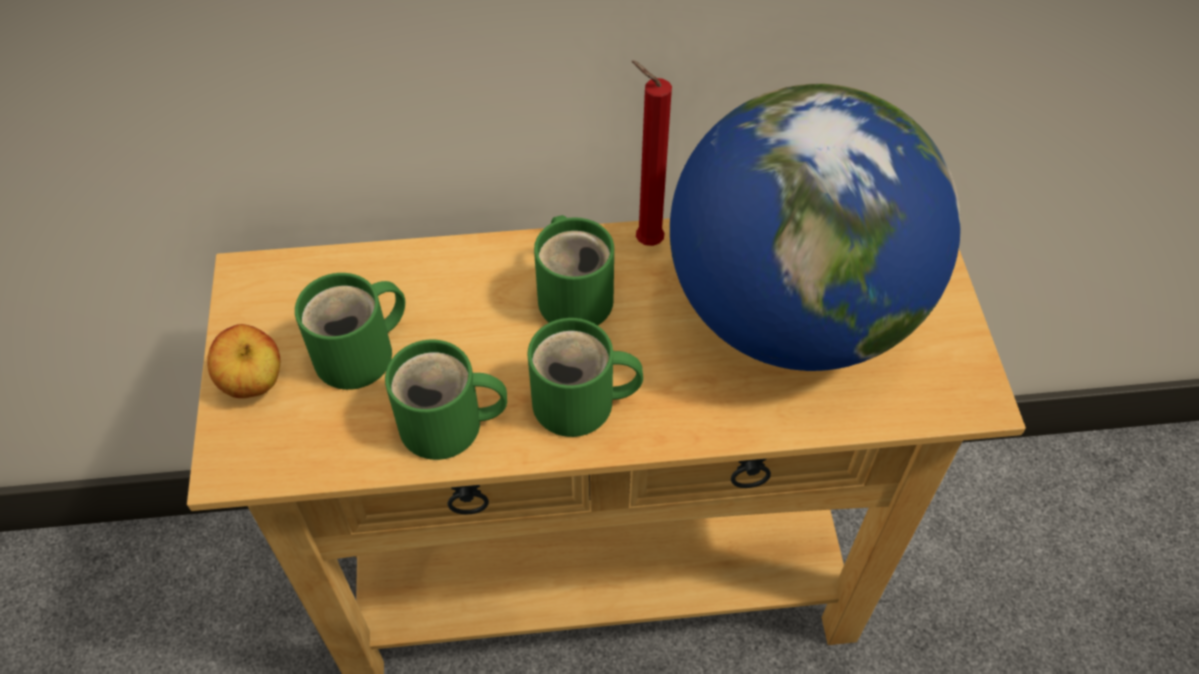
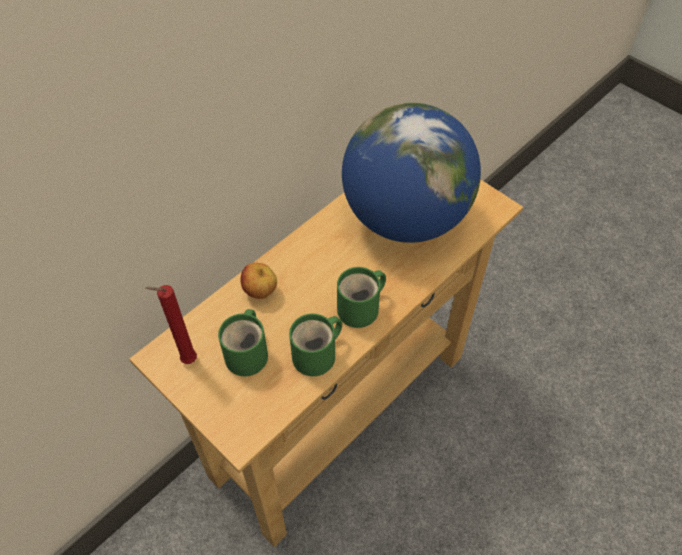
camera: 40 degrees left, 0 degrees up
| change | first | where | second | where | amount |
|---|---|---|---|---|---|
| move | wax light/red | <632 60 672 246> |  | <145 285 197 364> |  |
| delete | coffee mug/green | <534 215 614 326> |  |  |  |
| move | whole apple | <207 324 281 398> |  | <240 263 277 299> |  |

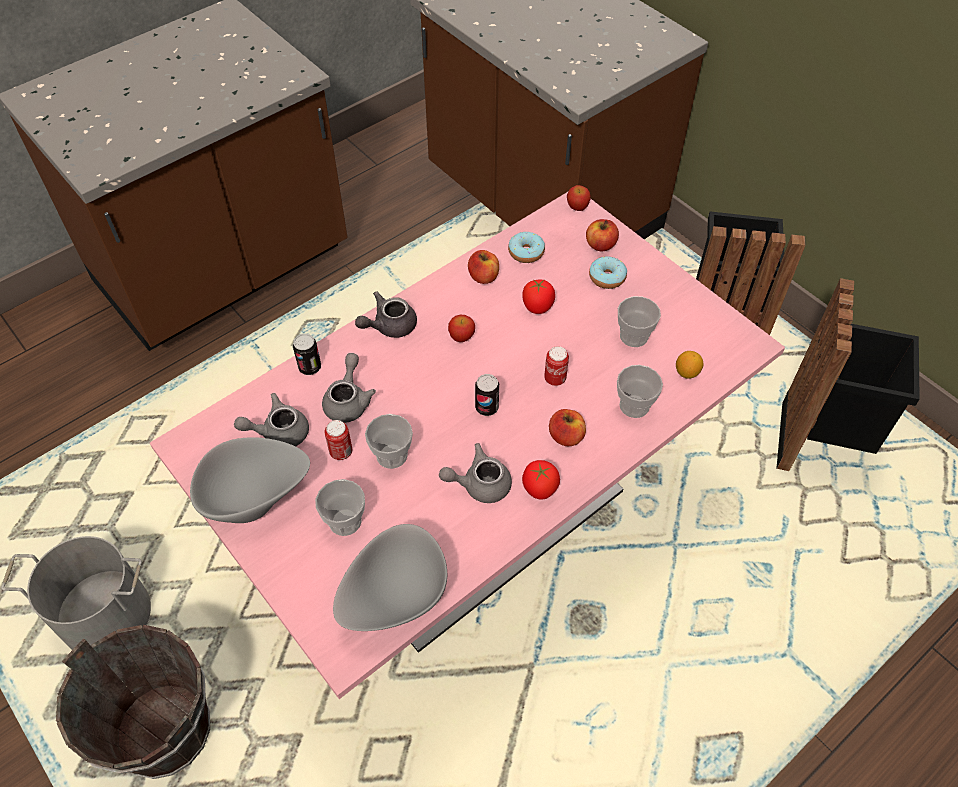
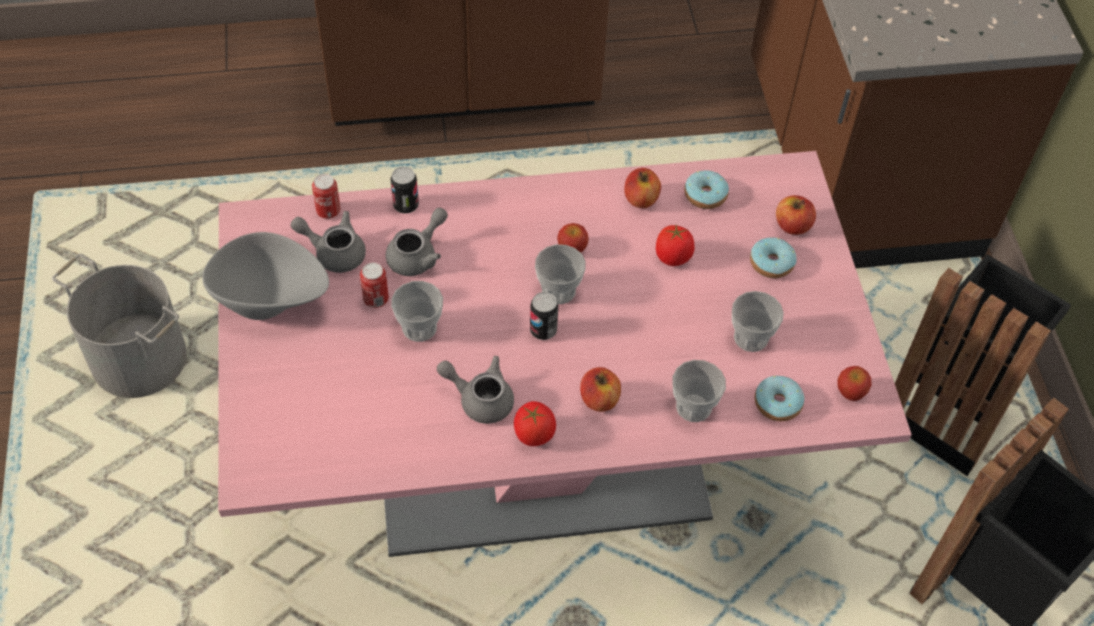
camera: 30 degrees right, 0 degrees up
| change | first | where | second | where | amount |
|---|---|---|---|---|---|
| move | whole apple | <567 185 591 211> |  | <838 366 871 401> |  |
| delete | teapot/greyish | <355 291 417 338> |  |  |  |
| move | can | <544 346 569 386> |  | <312 174 341 219> |  |
| replace | lemon | <676 351 703 379> | doughnut | <755 376 804 421> |  |
| move | cup | <315 479 365 536> |  | <535 244 586 304> |  |
| delete | deep dish/greyish | <333 524 447 631> |  |  |  |
| delete | water bucket/brown-coloured | <56 625 210 779> |  |  |  |

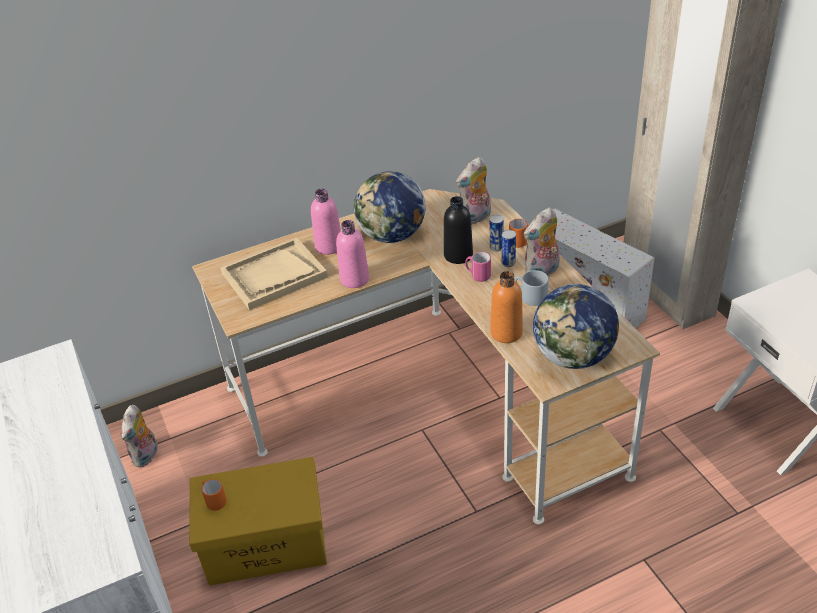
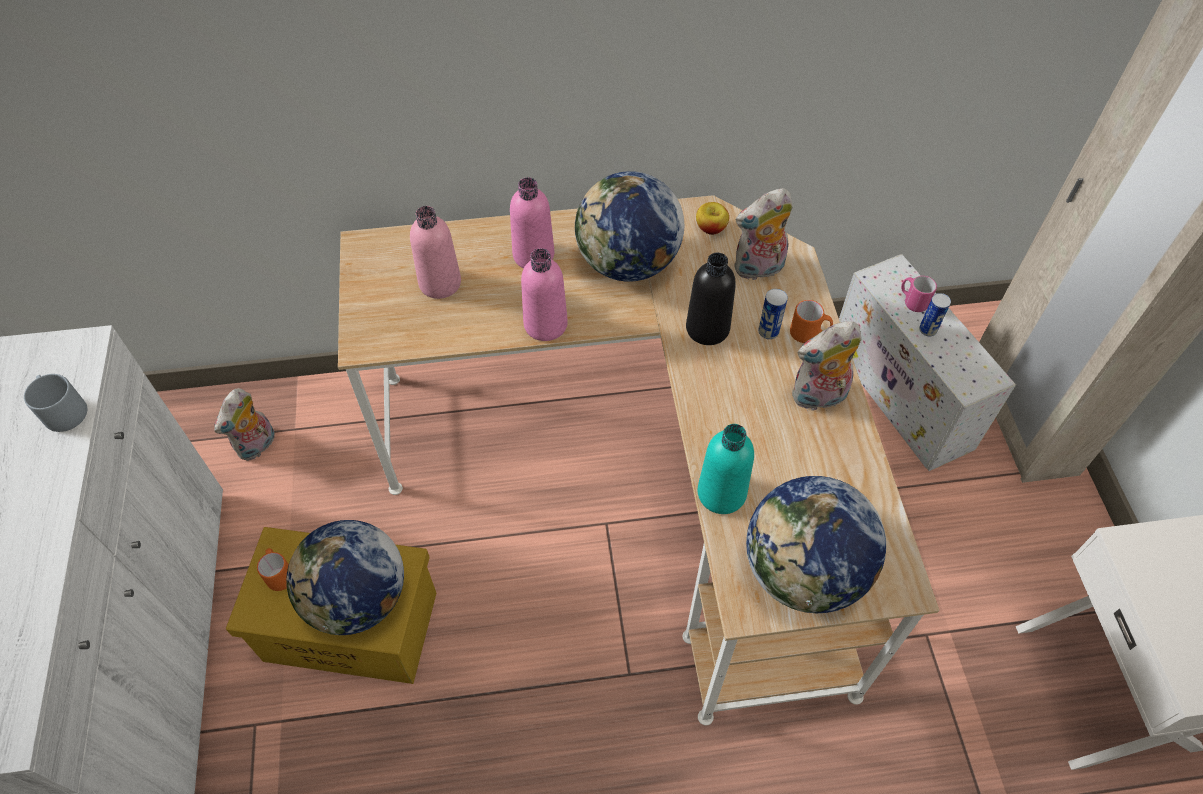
camera: 15 degrees right, 15 degrees up
| change | first | where | second | where | amount |
|---|---|---|---|---|---|
| move | can | <502 230 516 267> |  | <919 293 951 337> |  |
| replace | carrying tray/beige | <221 237 328 310> | drink bottle/pink-coloured | <410 206 461 299> |  |
| move | coffee mug/pink-coloured | <465 252 491 282> |  | <901 276 937 312> |  |
| move | coffee mug/greyish | <514 270 549 306> |  | <24 374 87 432> |  |
| recolor | drink bottle/orange-coloured | <490 271 523 343> | drink bottle/blue-green | <698 424 754 514> |  |
| insert |  |  | whole apple | <696 202 729 235> |  |
| insert |  |  | world globe | <286 520 404 635> |  |

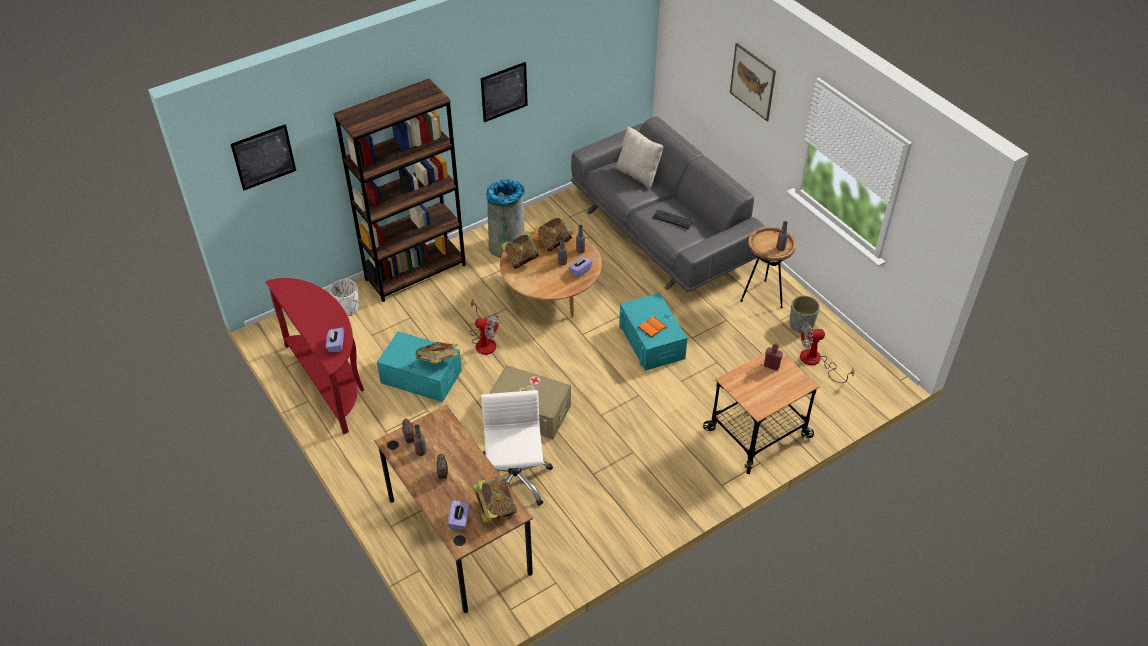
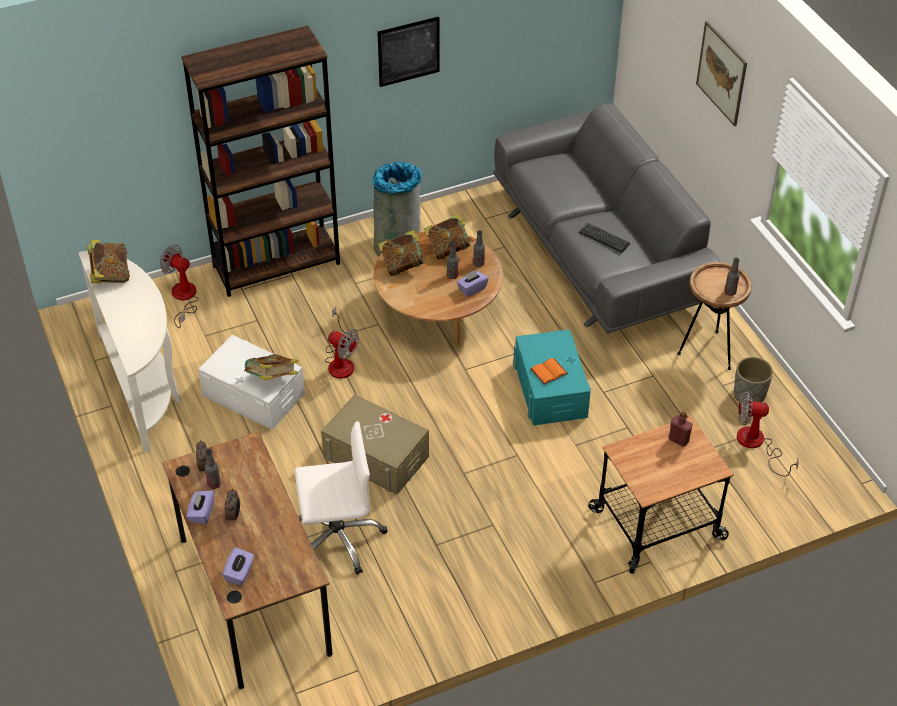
camera: 10 degrees right, 0 degrees up
| change | first | where | second | where | amount |
|---|---|---|---|---|---|
| delete | picture | <231 124 296 191> |  |  |  |
| delete | pillow/beige | <615 126 663 189> |  |  |  |
| recolor | console table/red | <266 278 364 434> | console table/whitish | <78 251 181 452> |  |
| replace | planter/whitish | <330 279 359 316> | electric fan | <160 244 199 328> |  |
| move | tissue holder/purple | <326 327 344 352> |  | <187 491 214 524> |  |
| recolor | storage box/blue-green | <377 331 462 402> | storage box/whitish | <198 335 305 430> |  |
| rotate | computer chair/whitish | <481 390 553 506> |  | <295 421 387 575> | 75 degrees clockwise |
| move | book | <472 477 517 523> |  | <87 240 130 283> |  |

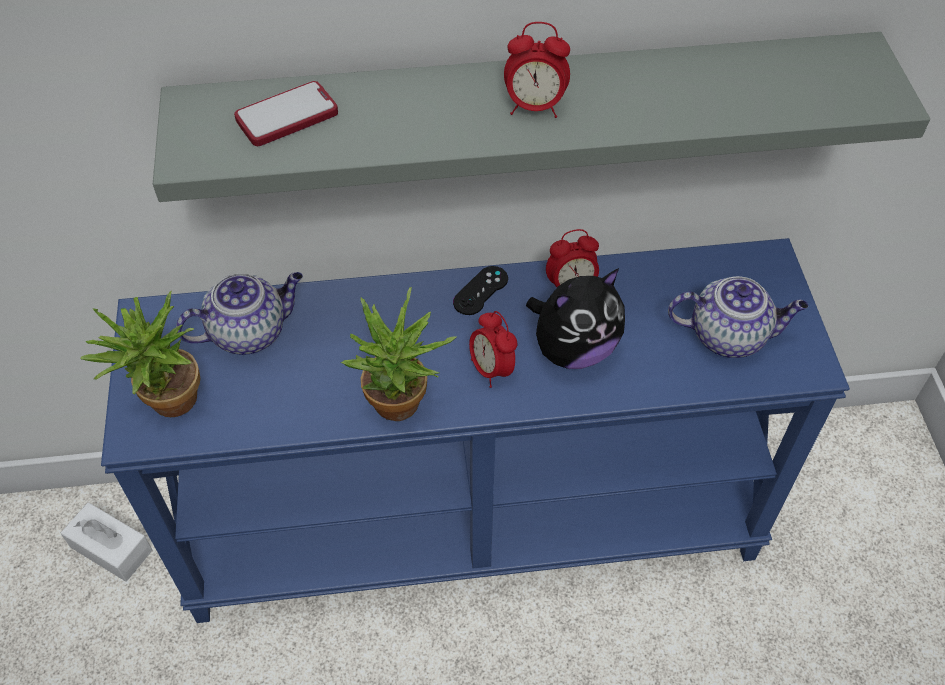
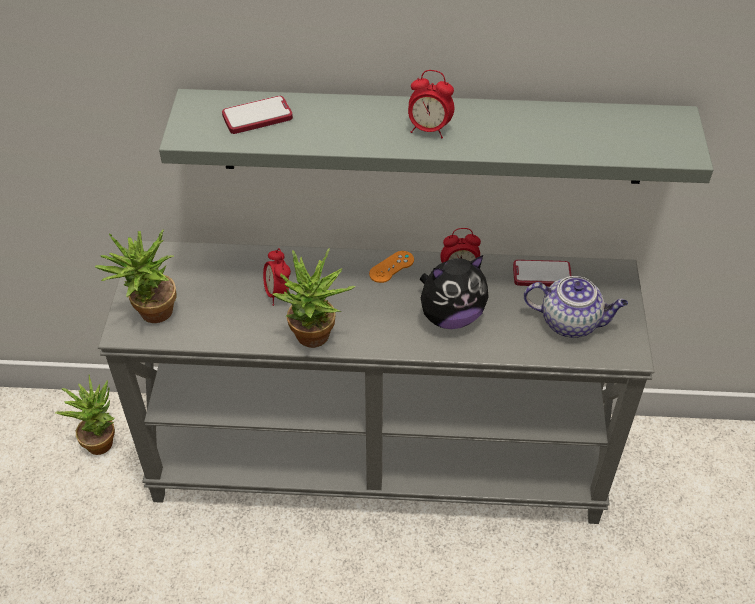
camera: 10 degrees right, 5 degrees down
| change | first | where | second | where | amount |
|---|---|---|---|---|---|
| recolor | console table/blue-coloured | <101 238 850 623> | console table/greyish | <98 240 655 524> |  |
| recolor | game controller/black-coloured | <453 266 508 315> | game controller/orange-coloured | <369 251 414 283> |  |
| delete | teapot | <176 272 303 355> |  |  |  |
| move | table clock | <469 311 517 388> |  | <263 248 291 306> |  |
| replace | tissue holder/whitish | <61 502 152 582> | houseplant | <55 375 115 455> |  |
| insert |  |  | telephone | <513 260 572 287> |  |

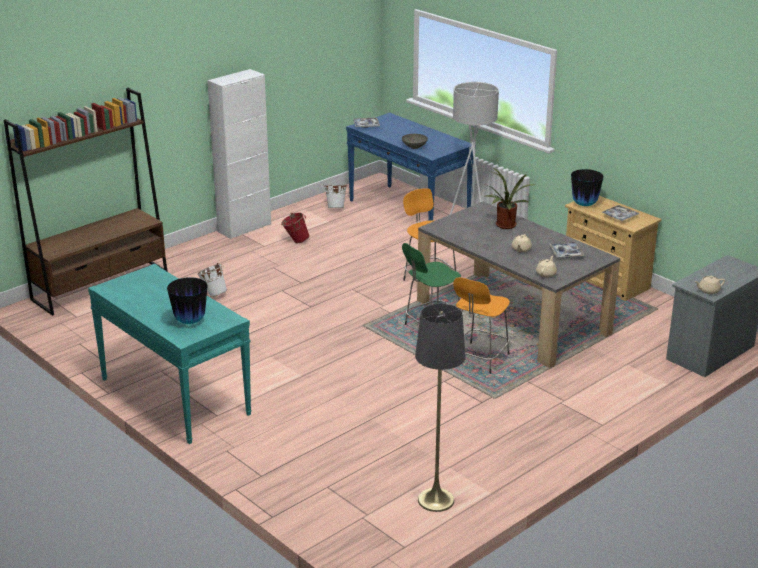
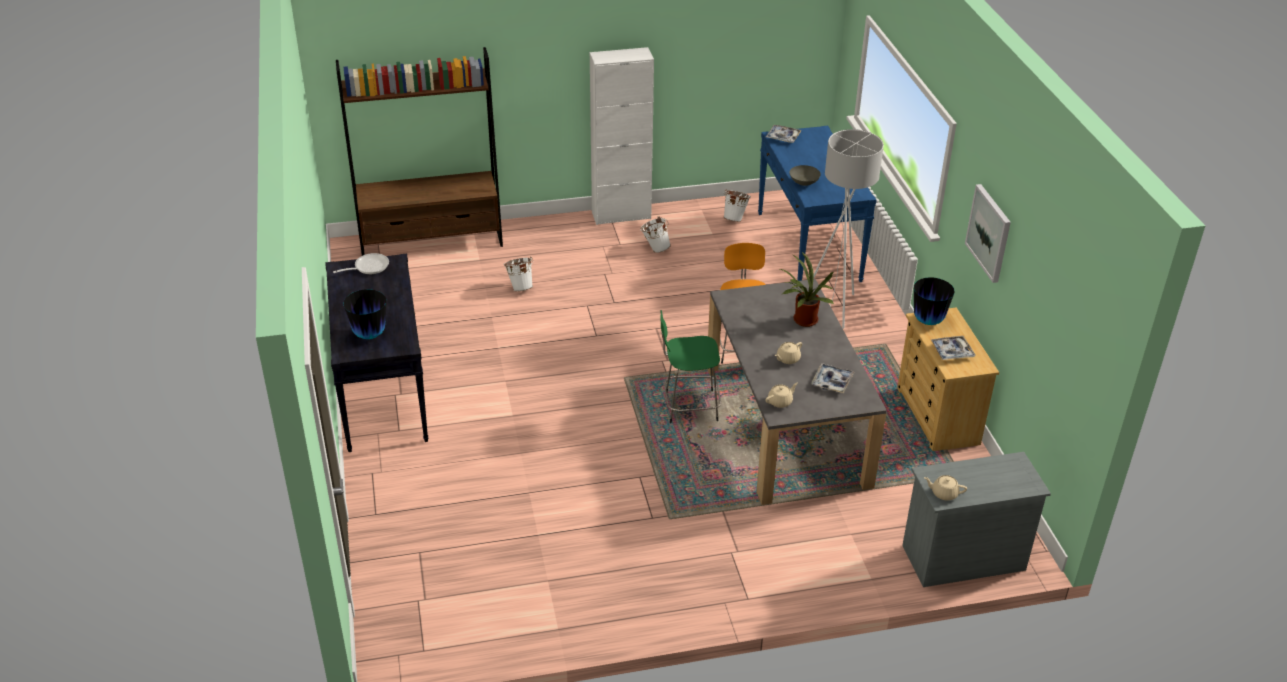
camera: 30 degrees right, 10 degrees up
| change | first | where | second | where | amount |
|---|---|---|---|---|---|
| recolor | water bucket/red | <281 213 310 243> | water bucket/whitish | <640 216 671 253> |  |
| recolor | console table/blue-green | <88 264 252 444> | console table/black-coloured | <325 254 429 452> |  |
| delete | stool/orange-coloured | <453 277 510 374> |  |  |  |
| delete | floor lamp/greyish | <415 303 466 512> |  |  |  |
| insert |  |  | picture | <965 184 1011 283> |  |
| insert |  |  | frying pan | <333 253 389 274> |  |

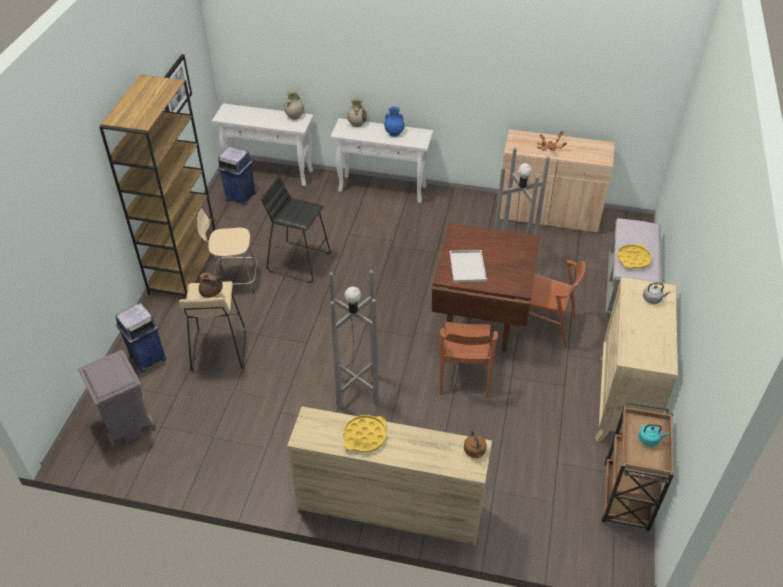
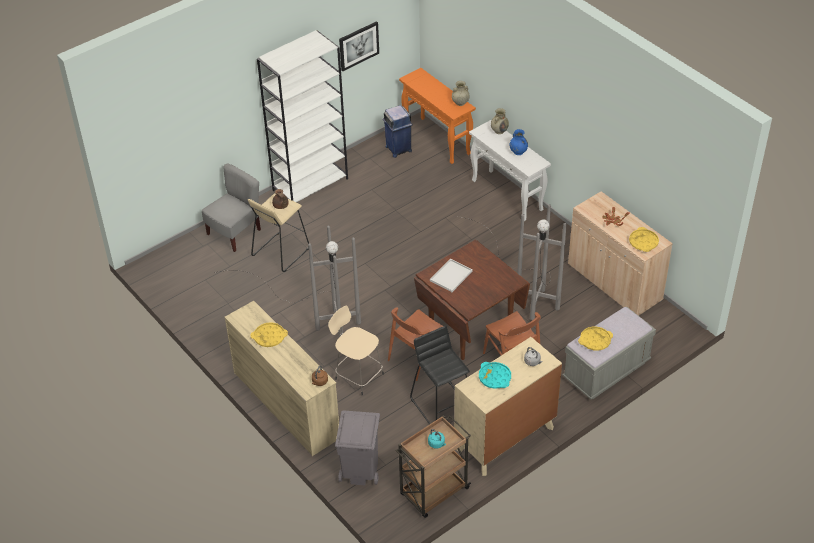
camera: 40 degrees right, 0 degrees up
| change | first | where | second | where | amount |
|---|---|---|---|---|---|
| recolor | bookshelf/brown-coloured | <99 75 215 297> | bookshelf/whitish | <257 30 348 202> |  |
| recolor | console table/whitish | <212 103 313 187> | console table/orange-coloured | <399 68 476 164> |  |
| move | stool/black-coloured | <261 176 331 283> |  | <410 326 470 424> |  |
| move | stool/beige | <197 208 257 293> |  | <328 306 384 396> |  |
| replace | waste bin/blue-coloured | <116 303 167 372> | plain chair/greyish | <202 163 261 252> |  |
| move | waste bin/greyish | <78 350 156 447> |  | <335 410 380 485> |  |
| insert |  |  | carrying tray/yellow-coloured | <629 227 659 252> |  |
| insert |  |  | carrying tray/blue-green | <479 362 511 389> |  |

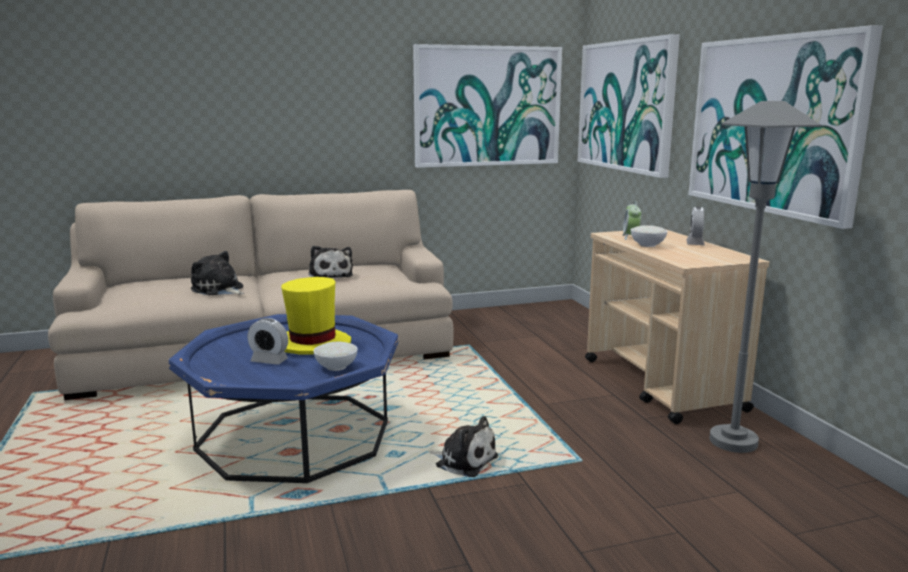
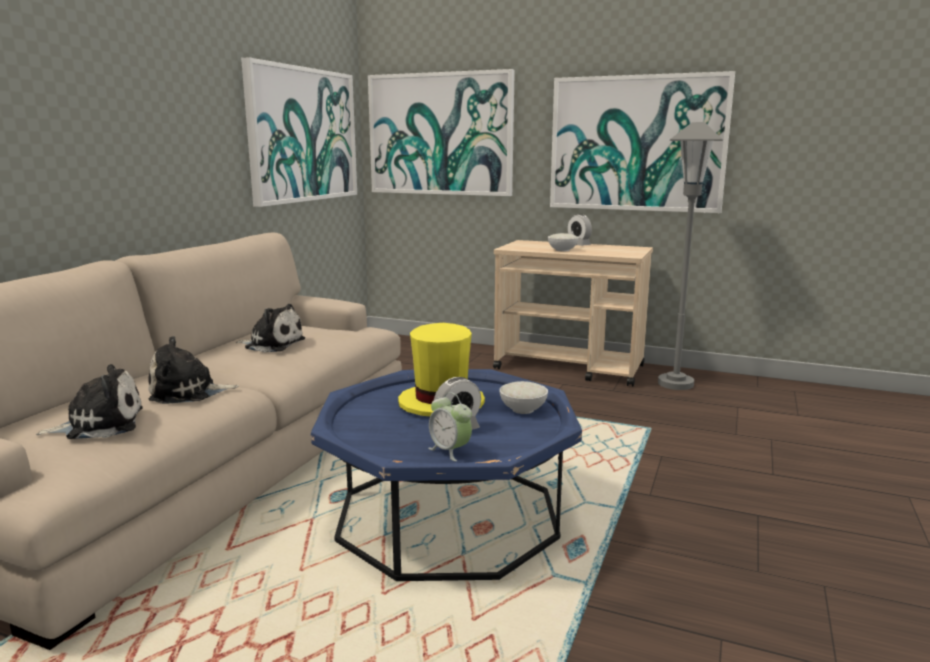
camera: 50 degrees left, 0 degrees up
| change | first | where | second | where | amount |
|---|---|---|---|---|---|
| move | table clock | <622 201 641 240> |  | <428 392 472 461> |  |
| move | plush toy | <428 416 498 477> |  | <36 364 143 439> |  |

